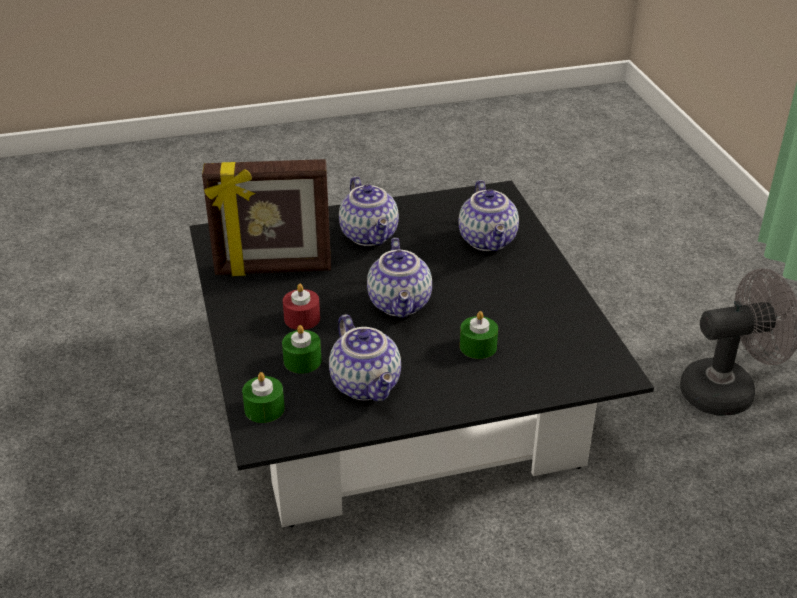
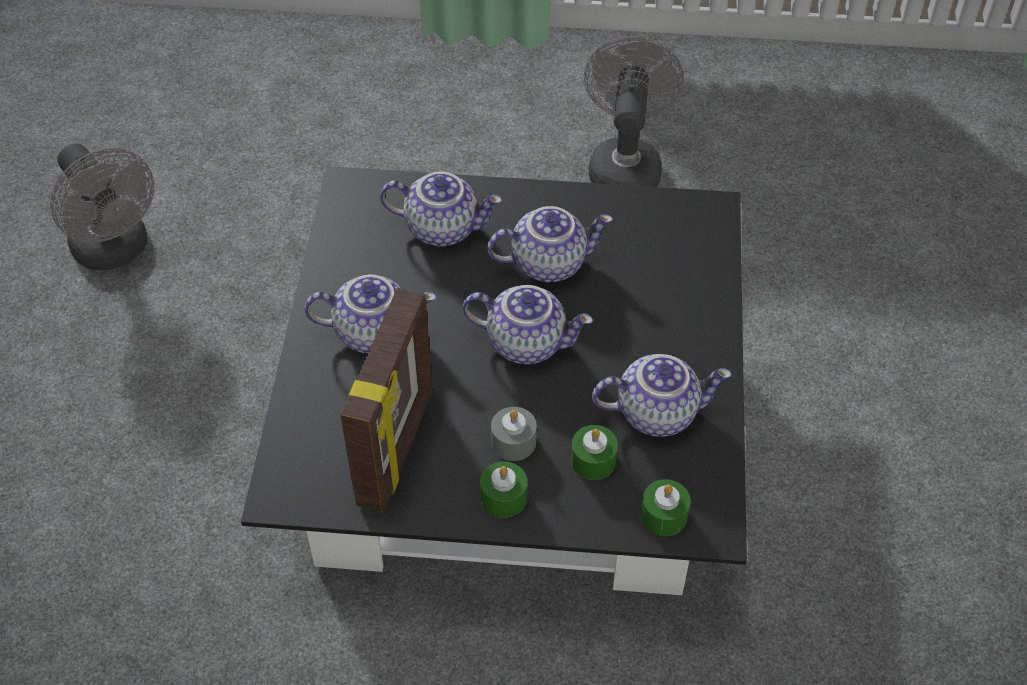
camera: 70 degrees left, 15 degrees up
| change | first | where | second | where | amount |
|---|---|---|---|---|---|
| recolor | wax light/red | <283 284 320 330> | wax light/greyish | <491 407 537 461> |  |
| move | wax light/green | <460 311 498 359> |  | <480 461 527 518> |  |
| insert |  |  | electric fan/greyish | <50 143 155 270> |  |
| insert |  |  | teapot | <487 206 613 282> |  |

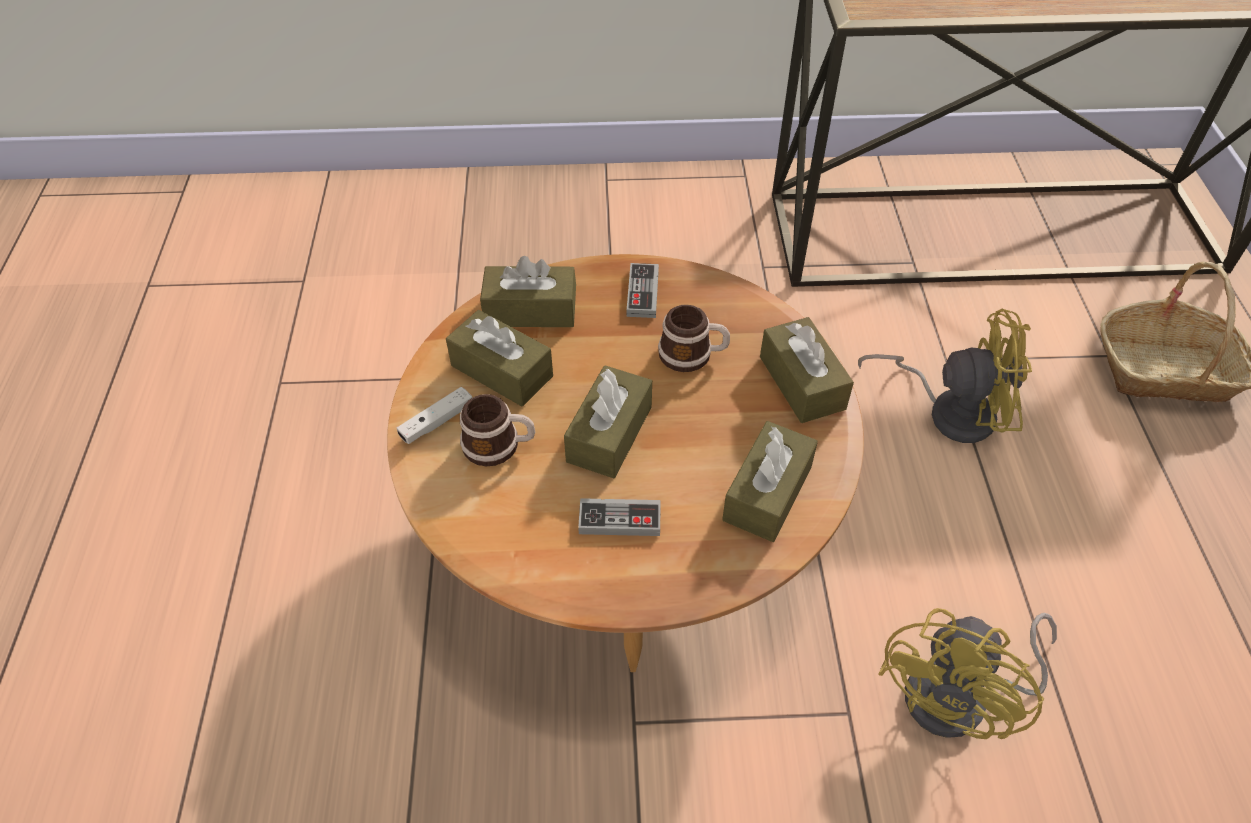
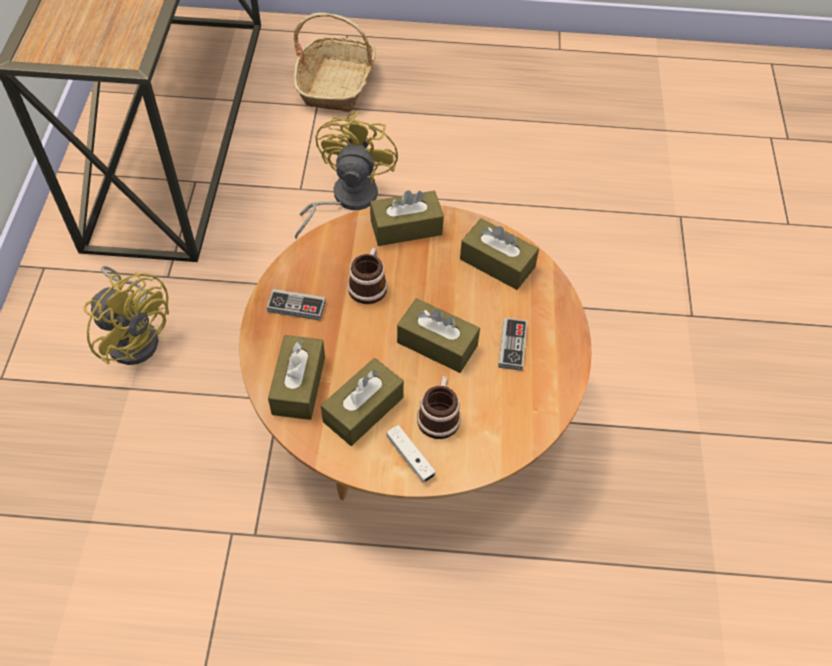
camera: 85 degrees left, 5 degrees up
| change | first | where | second | where | amount |
|---|---|---|---|---|---|
| move | electric fan/yellow-coloured | <878 608 1057 739> |  | <83 266 169 365> |  |

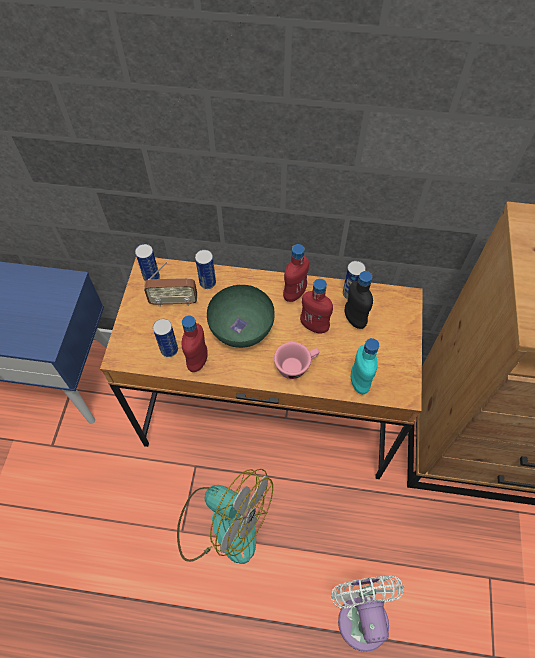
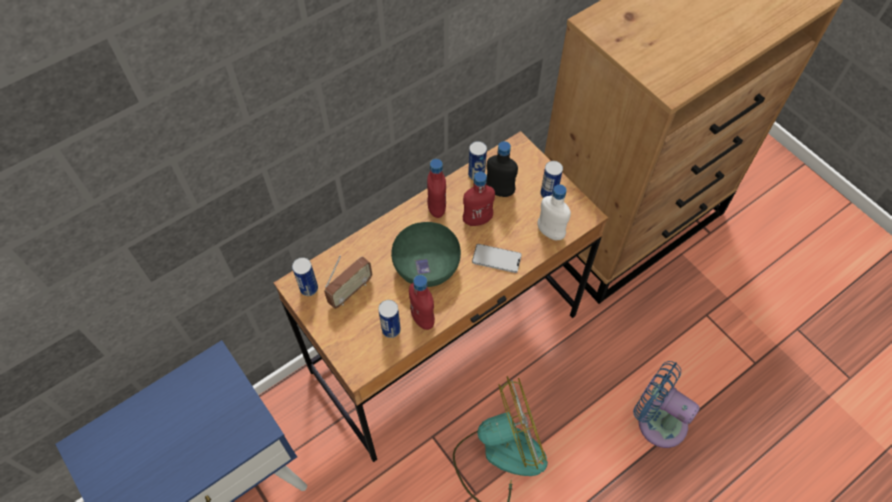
camera: 45 degrees left, 0 degrees up
| change | first | where | second | where | amount |
|---|---|---|---|---|---|
| move | can | <195 250 216 289> |  | <541 161 563 198> |  |
| recolor | drink bottle/blue-green | <351 338 379 394> | drink bottle/whitish | <538 184 571 240> |  |
| replace | cup/pink-coloured | <274 342 319 379> | telephone | <472 244 522 273> |  |
| recolor | electric fan/whitish | <331 576 404 652> | electric fan/blue-coloured | <633 361 700 448> |  |

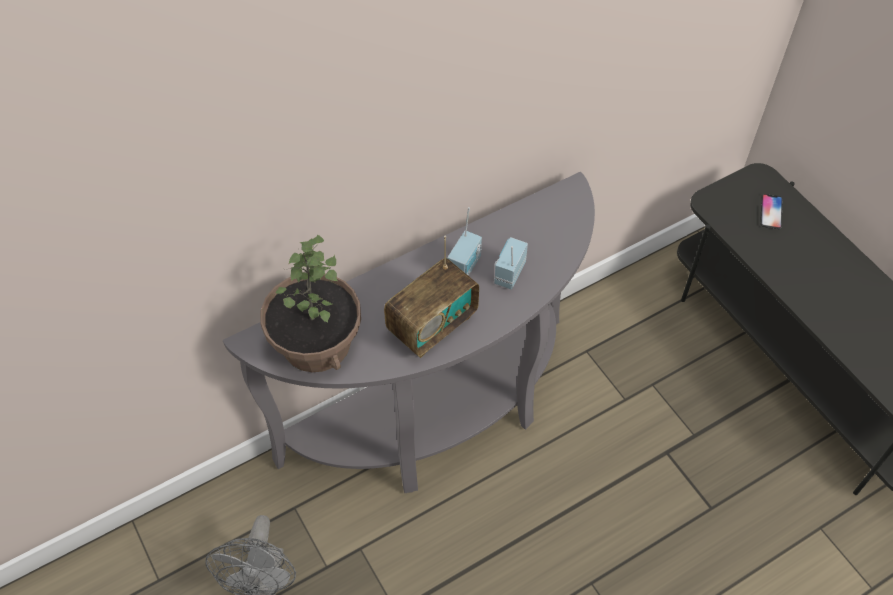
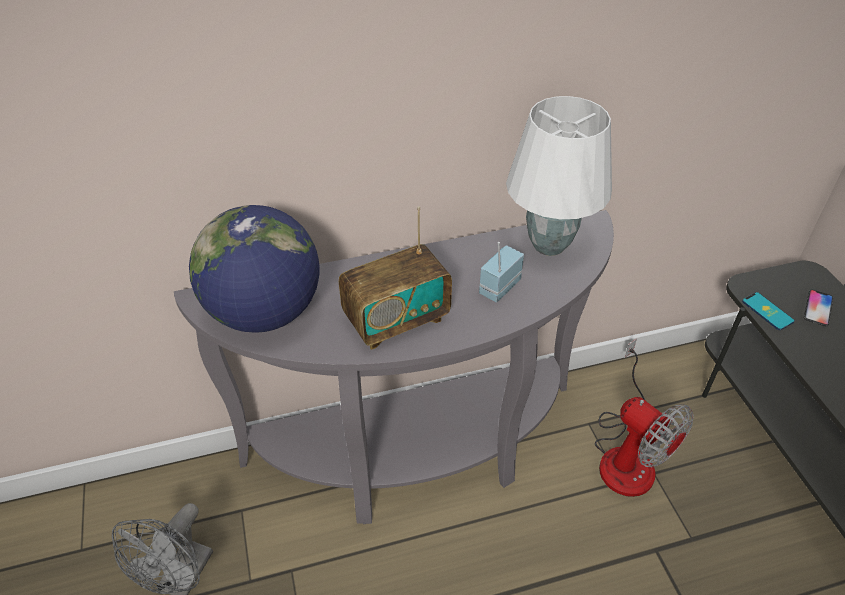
camera: 15 degrees right, 10 degrees down
| change | first | where | second | where | amount |
|---|---|---|---|---|---|
| delete | radio | <448 207 482 276> |  |  |  |
| replace | houseplant | <261 234 361 372> | world globe | <189 205 319 333> |  |
| insert |  |  | tabletop lamp/whitish | <506 96 612 256> |  |
| insert |  |  | telephone | <742 292 795 330> |  |
| insert |  |  | electric fan | <595 338 694 497> |  |

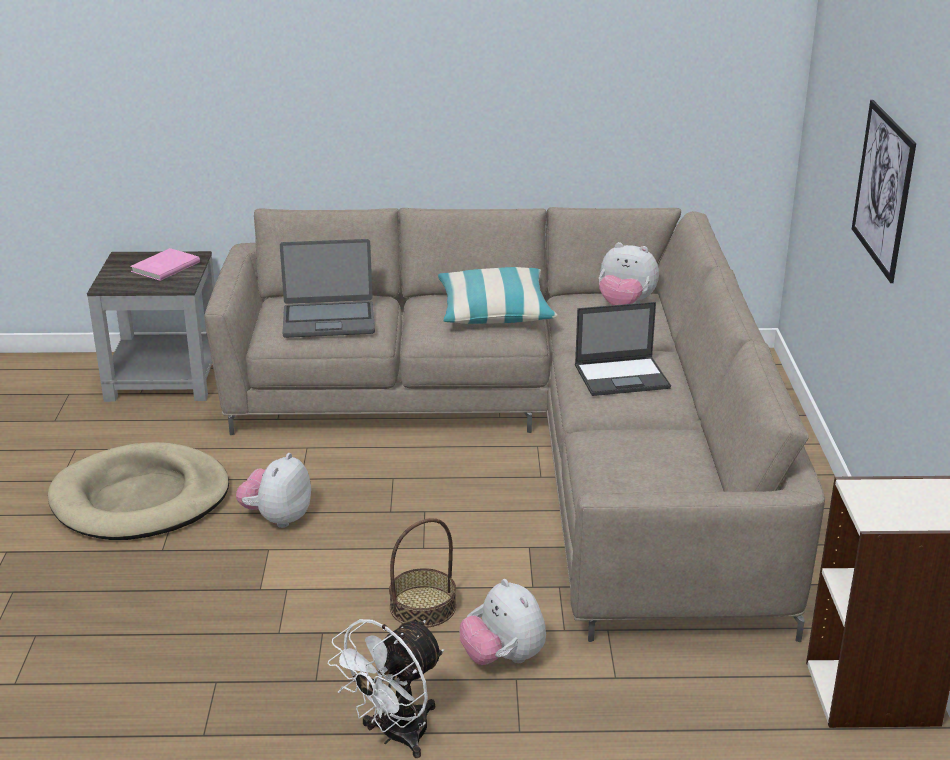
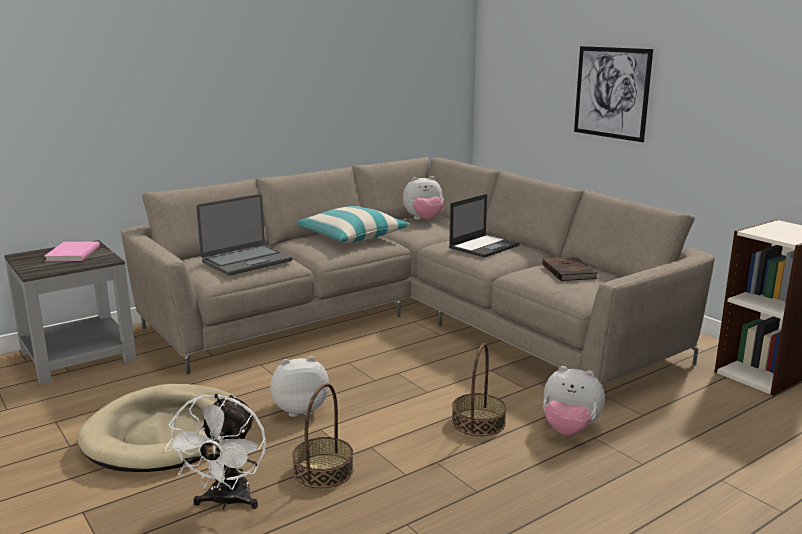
camera: 35 degrees left, 10 degrees down
| change | first | where | second | where | amount |
|---|---|---|---|---|---|
| rotate | plush toy | <236 453 311 528> |  | <270 356 329 417> | 90 degrees clockwise |
| move | electric fan/whitish | <328 619 444 758> |  | <164 394 266 510> |  |
| insert |  |  | book/brown-coloured | <542 257 598 281> |  |
| insert |  |  | household basket | <292 383 354 488> |  |

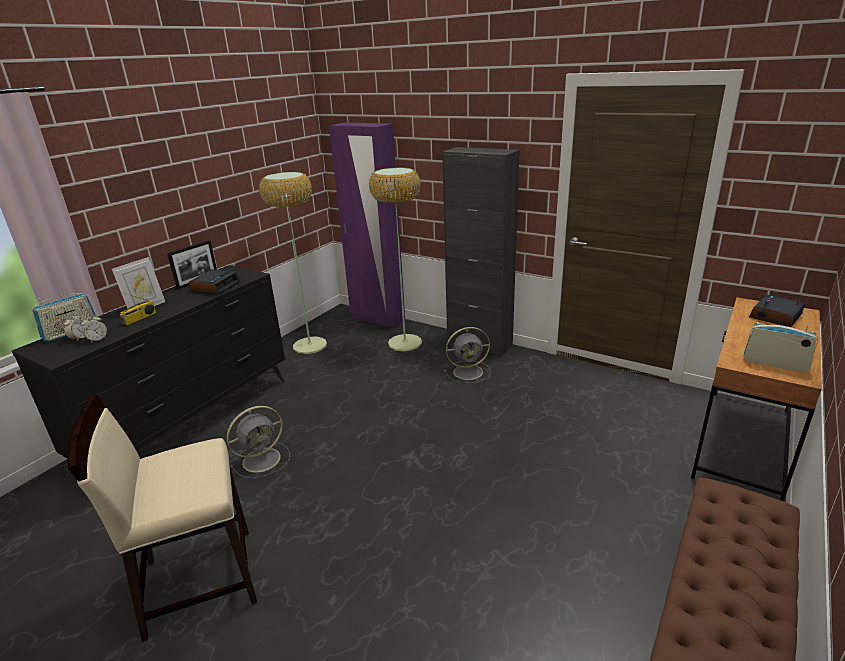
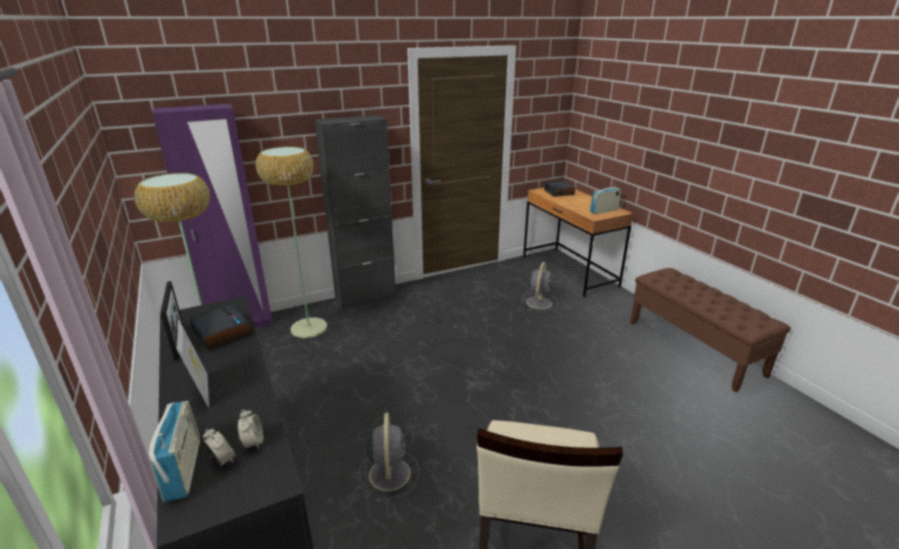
camera: 60 degrees left, 0 degrees up
| change | first | where | second | where | amount |
|---|---|---|---|---|---|
| delete | radio | <120 292 156 325> |  |  |  |
| move | electric fan/greyish | <444 327 491 383> |  | <521 262 558 312> |  |

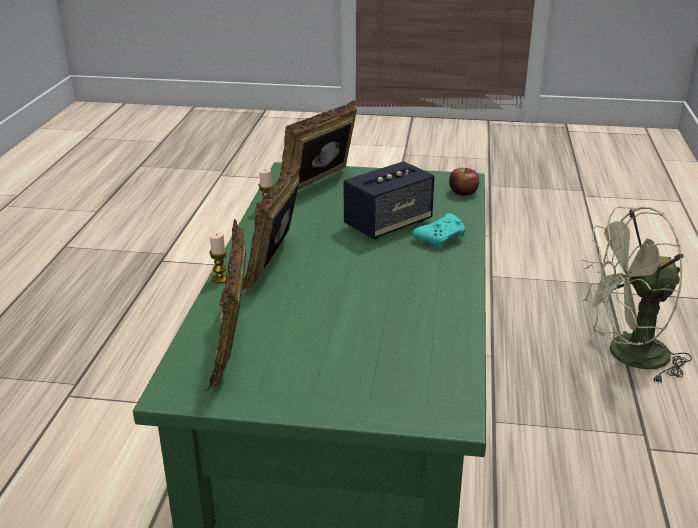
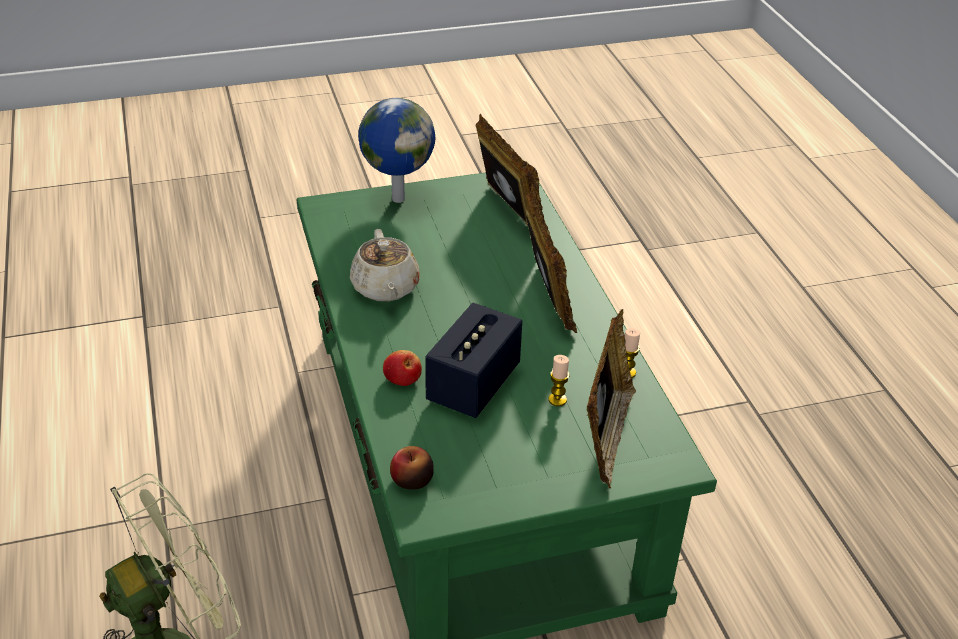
camera: 155 degrees right, 10 degrees up
| change | first | where | second | where | amount |
|---|---|---|---|---|---|
| replace | game controller/blue-green | <412 213 466 248> | whole apple | <383 350 422 386> |  |
| move | wax light | <209 231 227 283> |  | <549 355 569 406> |  |
| insert |  |  | world globe | <358 98 435 203> |  |
| insert |  |  | teapot/beige | <350 229 420 302> |  |

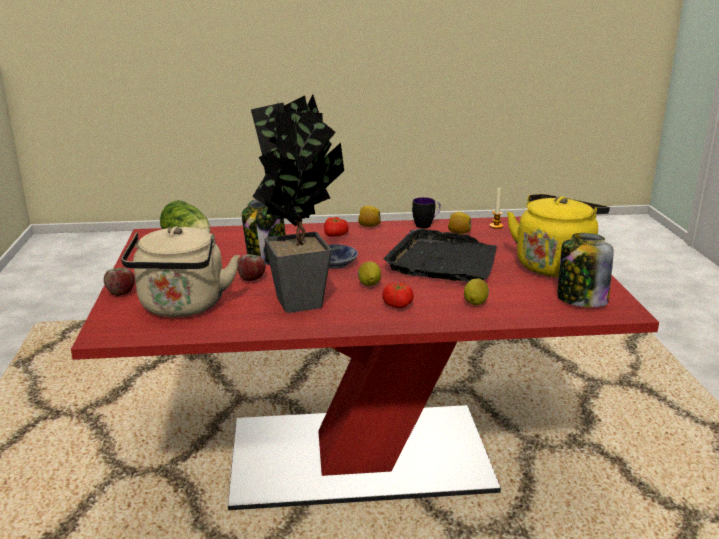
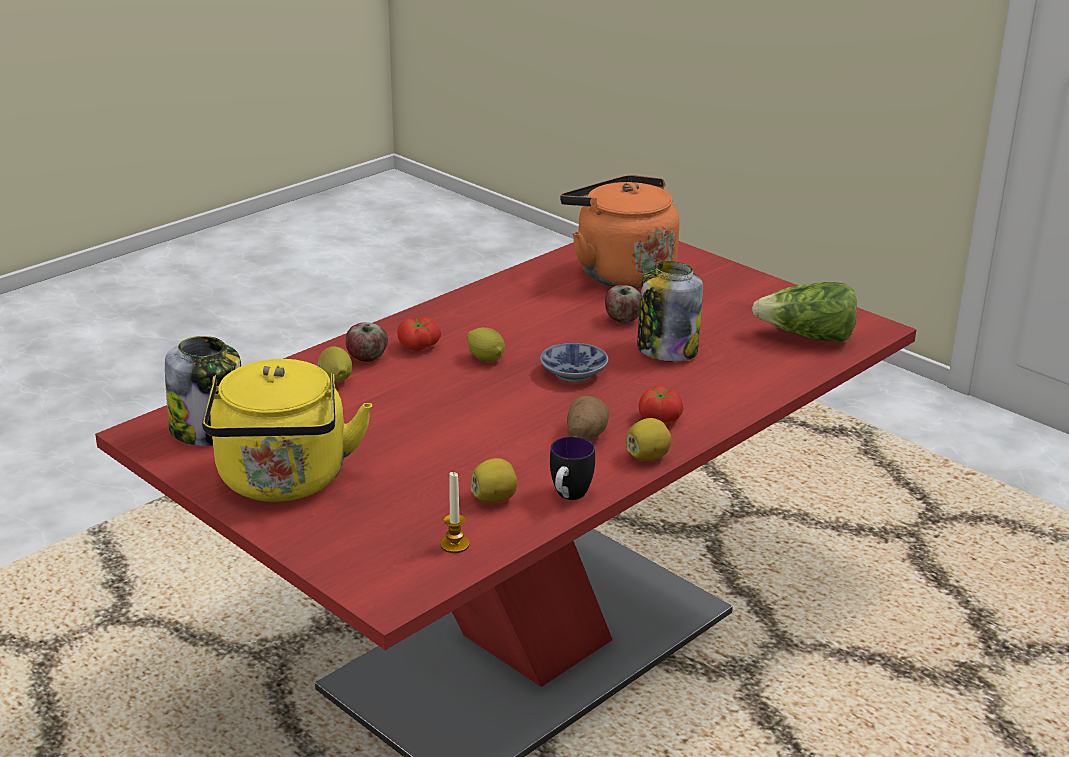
camera: 140 degrees right, 5 degrees up
| change | first | where | second | where | amount |
|---|---|---|---|---|---|
| delete | houseplant | <251 95 344 313> |  |  |  |
| recolor | kettle/beige | <121 226 240 317> | kettle/orange-coloured | <560 175 679 288> |  |
| delete | carrying tray/black-coloured | <383 229 497 282> |  |  |  |
| move | whole apple | <104 268 135 296> |  | <346 322 388 362> |  |
| insert |  |  | spud | <567 396 609 441> |  |

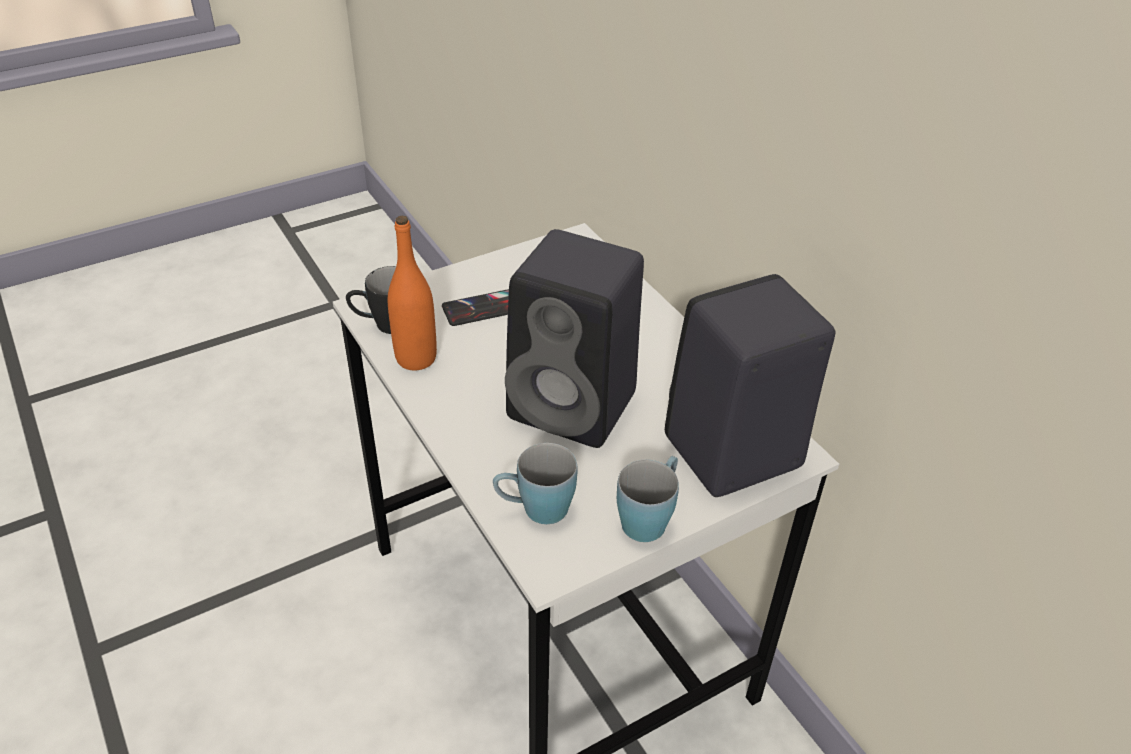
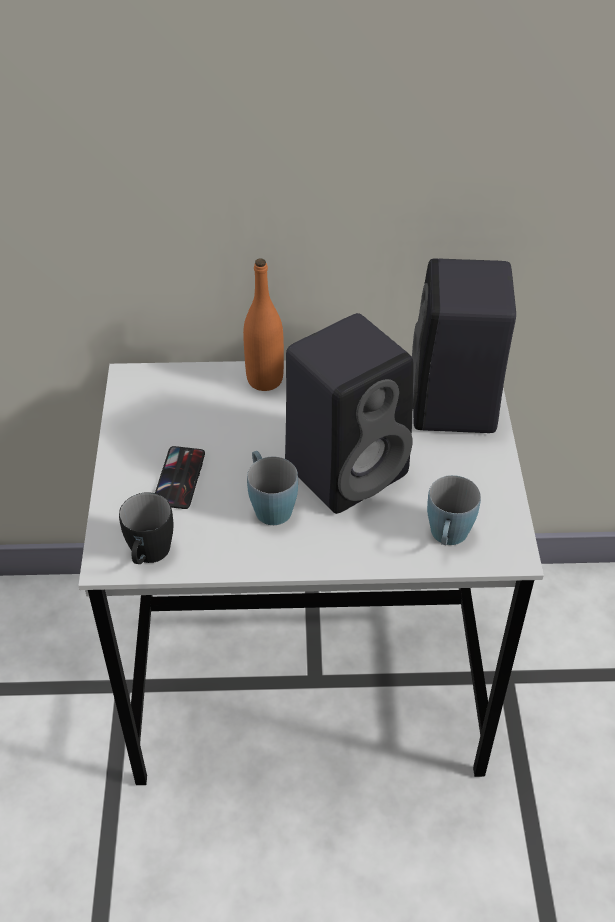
camera: 60 degrees left, 5 degrees up
| change | first | where | second | where | amount |
|---|---|---|---|---|---|
| move | drink bottle/orange-coloured | <388 216 437 370> |  | <243 258 284 391> |  |
| move | coffee mug/blue-coloured | <617 456 679 542> |  | <247 451 298 525> |  |

